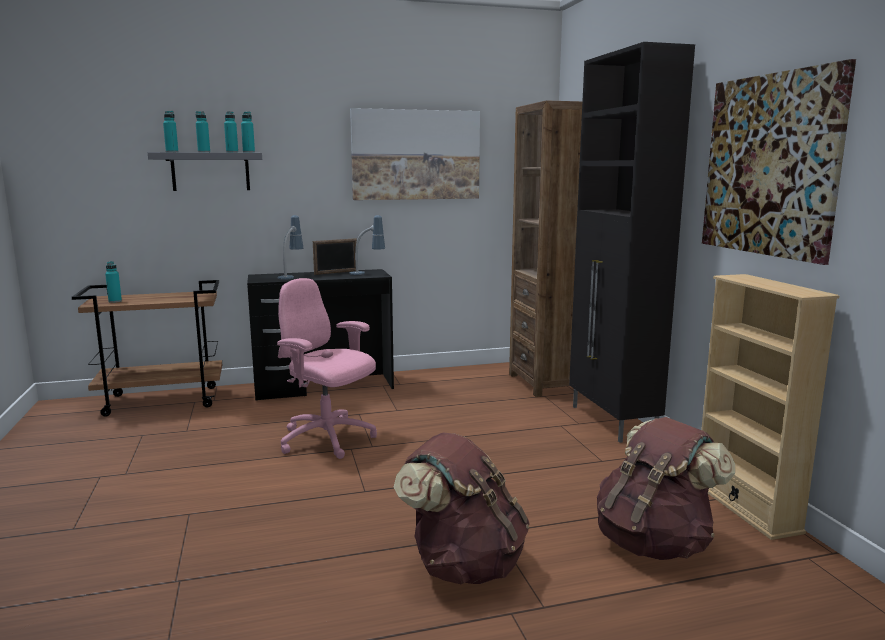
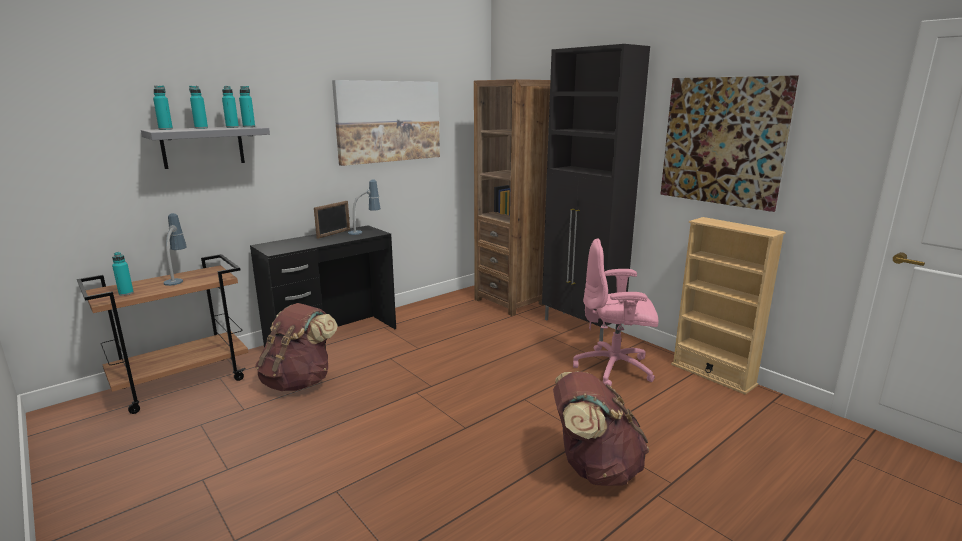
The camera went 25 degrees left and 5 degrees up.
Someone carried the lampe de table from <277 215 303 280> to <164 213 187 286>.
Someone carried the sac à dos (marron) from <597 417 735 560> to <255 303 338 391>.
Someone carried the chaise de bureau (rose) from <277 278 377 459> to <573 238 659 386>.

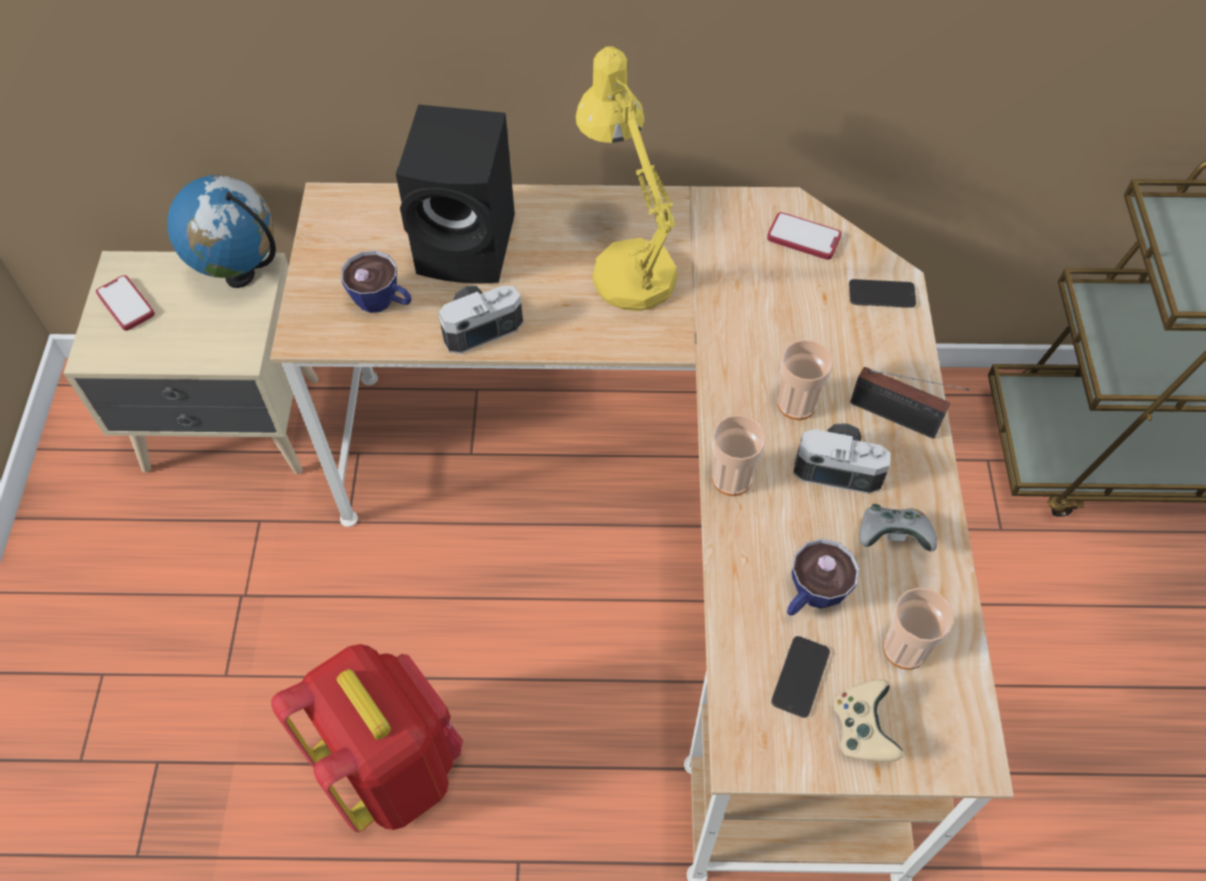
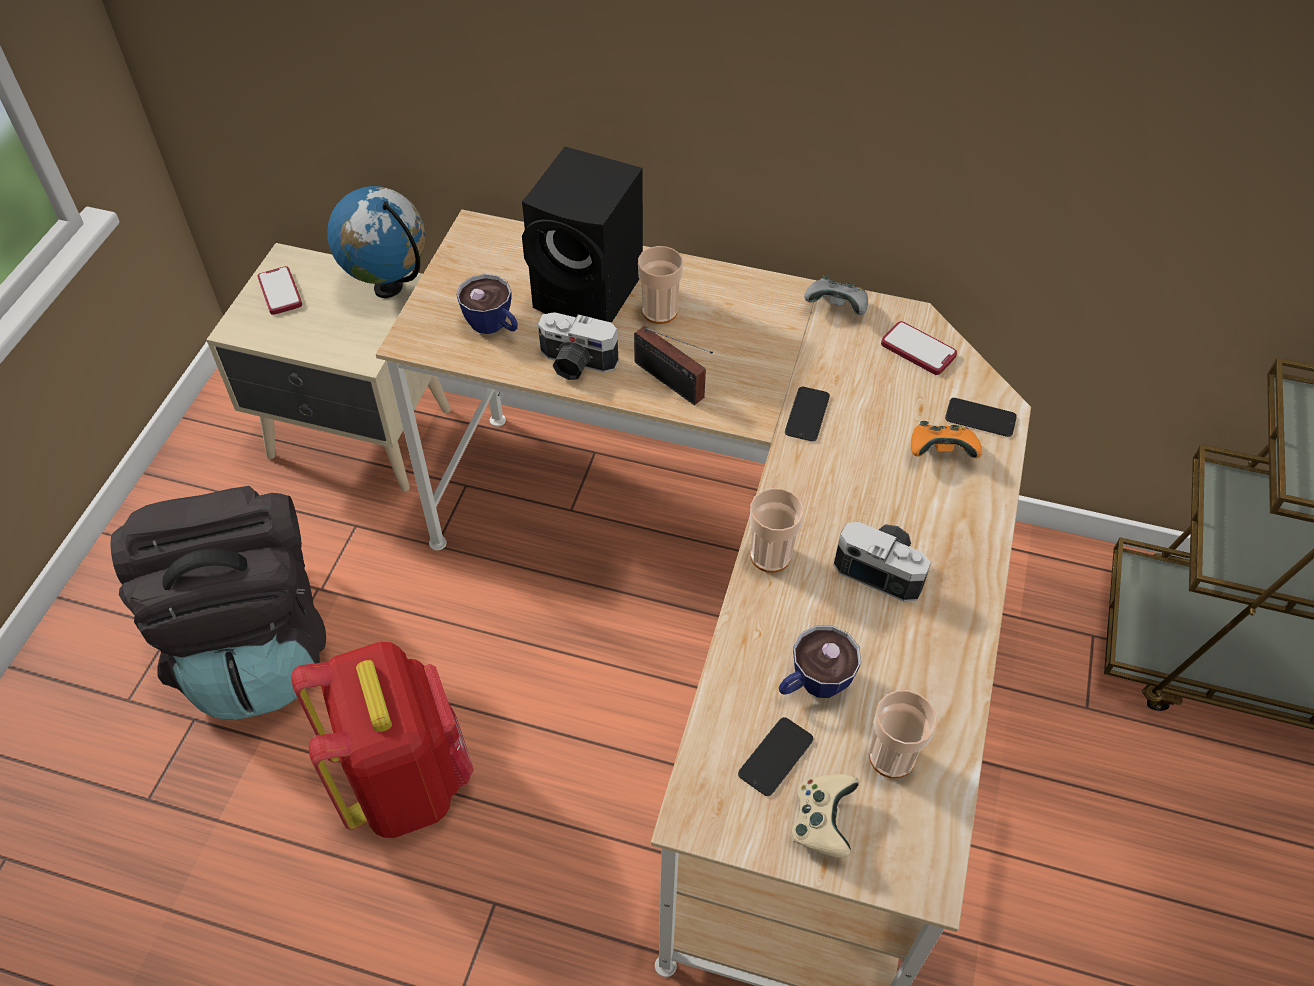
The camera went 15 degrees right and 5 degrees down.
Someone put down the sac à dos (noir) at <110 486 326 720>.
Someone rotated the appareil photo at <438 286 523 354> by 150 degrees counterclockwise.
Someone carried the radio from <850 367 969 439> to <634 326 713 405>.
Someone carried the tasse from <777 340 833 420> to <638 246 683 324>.
Someone put down the téléphone at <785 387 830 441>.
Someone carried the manette (gris) from <860 504 937 551> to <804 275 868 315>.
Someone put down the manette (orange) at <911 421 982 458>.
Someone took away the lampe de table (jaune) at <576 46 678 311>.

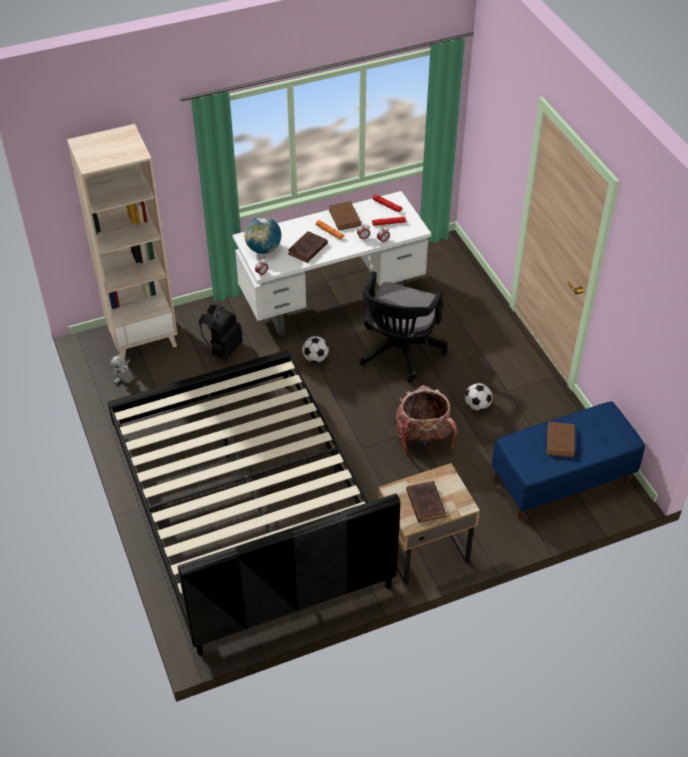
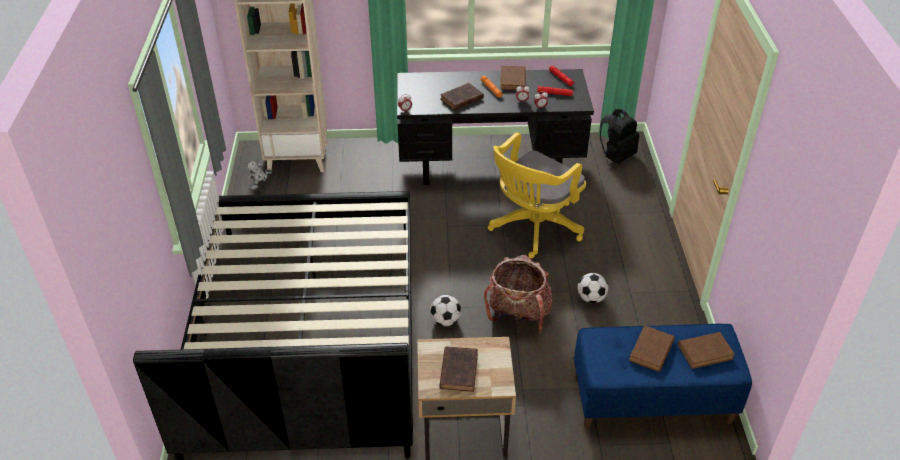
The camera went 20 degrees right and 5 degrees down.
Someone repainted the bureau (blanc) at <233 191 431 336>, which became the bureau (noir) at <397 69 594 185>.
Someone carried the ballon de foot from <302 336 329 363> to <430 295 461 326>.
Someone repainted the chaise de bureau (noir) at <360 271 448 383>, which became the chaise de bureau (jaune) at <488 132 586 258>.
Someone carried the sac à dos (noir) from <199 304 243 359> to <600 109 639 164>.
Someone put down the livre (marron) at <678 332 735 369>.
Someone took away the globe at <244 217 281 254>.

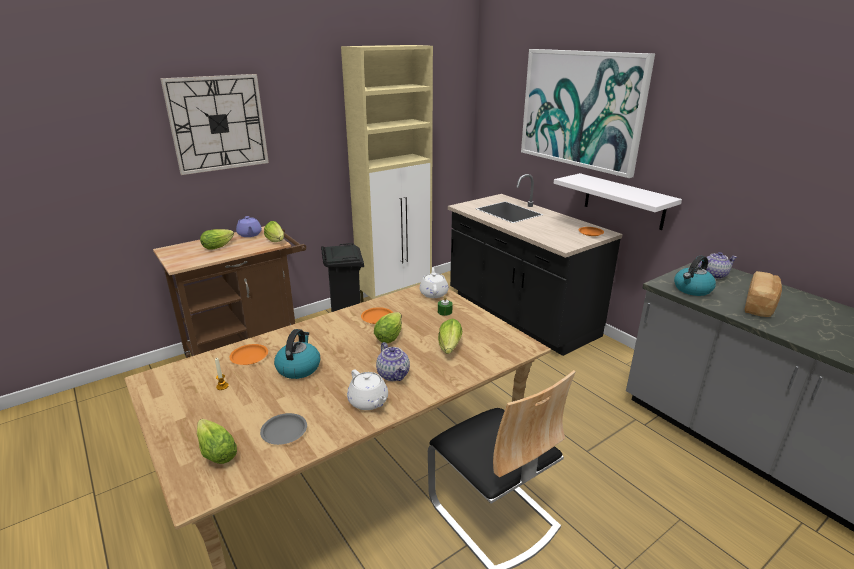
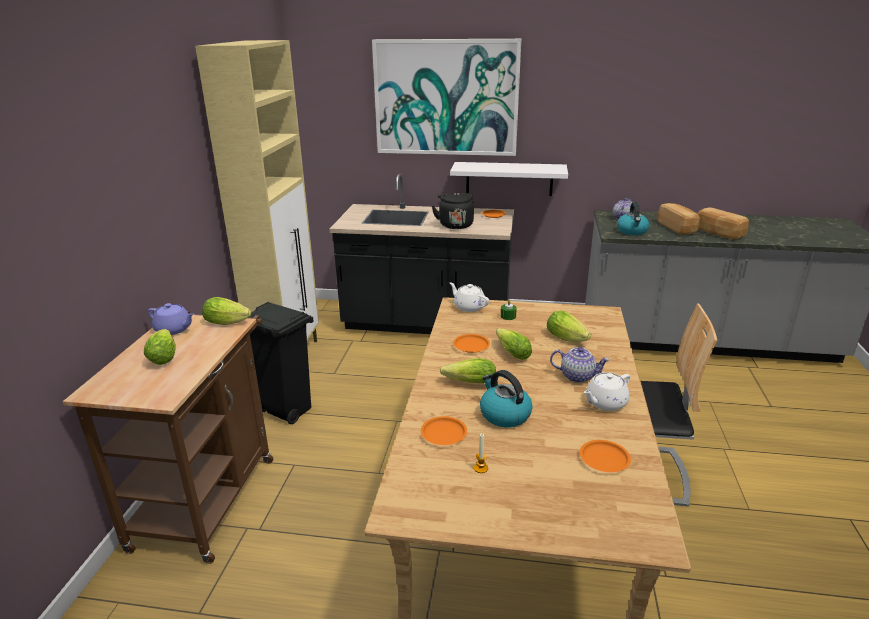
The camera went 45 degrees left and 0 degrees up.
Someone put down the bouilloire (noir) at <432 192 474 229>.
Someone carried the laitue from <197 419 237 464> to <440 358 496 383>.
Someone repainted the assiette (gris) at <260 413 307 445>, which became the assiette (orange) at <580 440 631 472>.
Someone rotated the théière (blanc) at <347 370 388 410> by 135 degrees clockwise.
Someone put down the pain at <697 207 749 239>.
Someone took away the horloge murale at <160 74 269 175>.

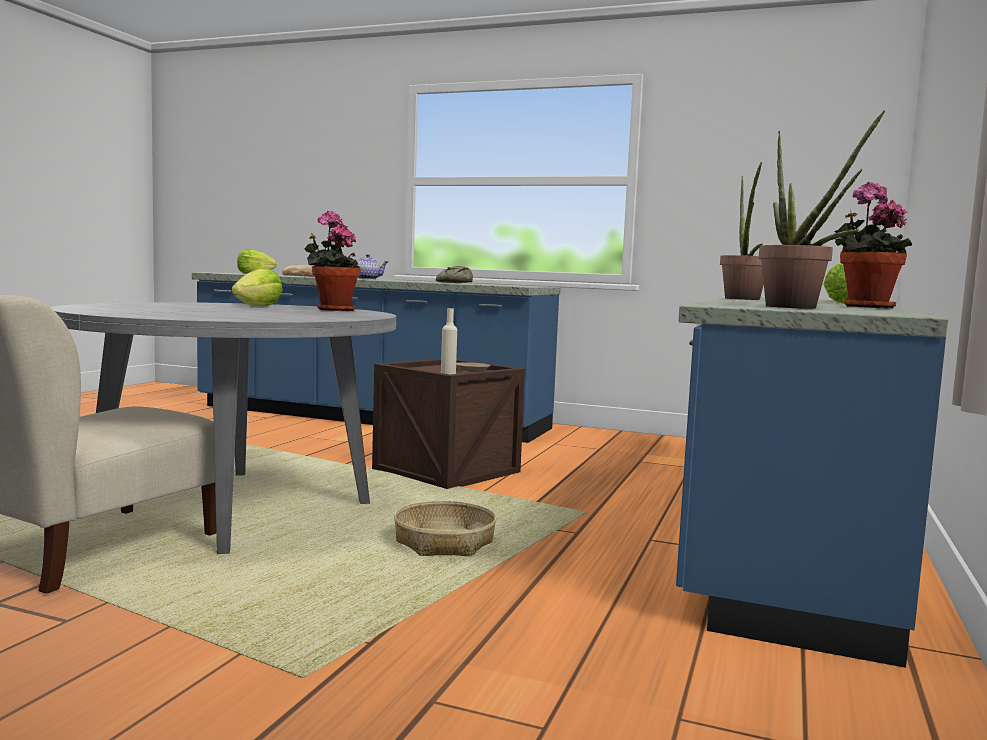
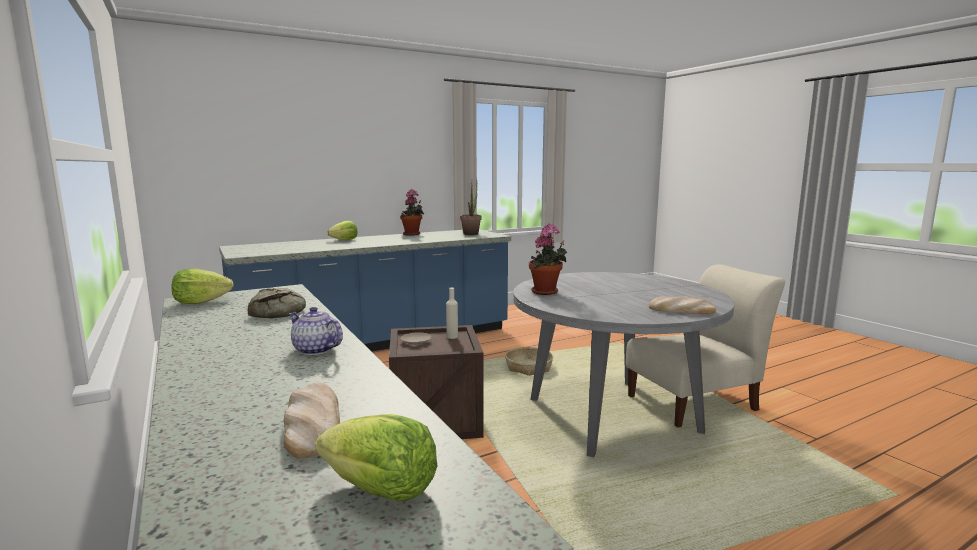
The camera went 140 degrees left and 5 degrees up.
Someone carried the laitue from <232 268 283 306> to <172 268 234 304>.
Someone put down the pain at <649 296 716 314>.
Someone took away the plante en pot at <720 162 764 300>.

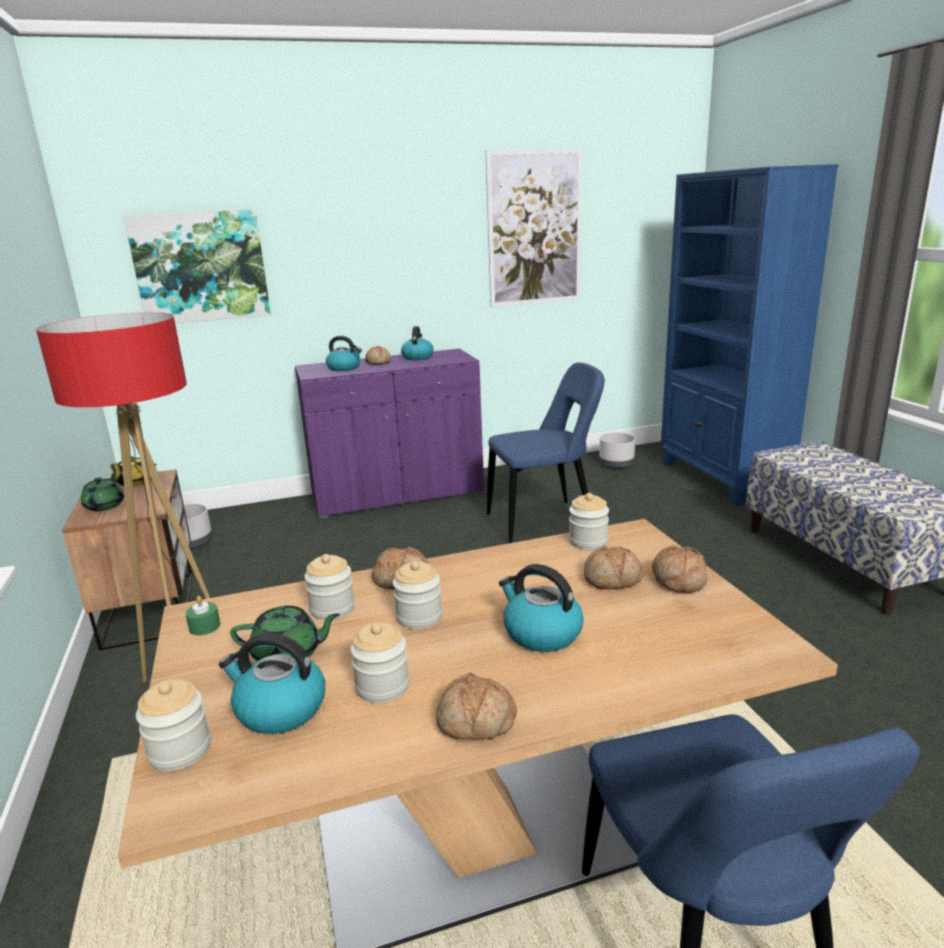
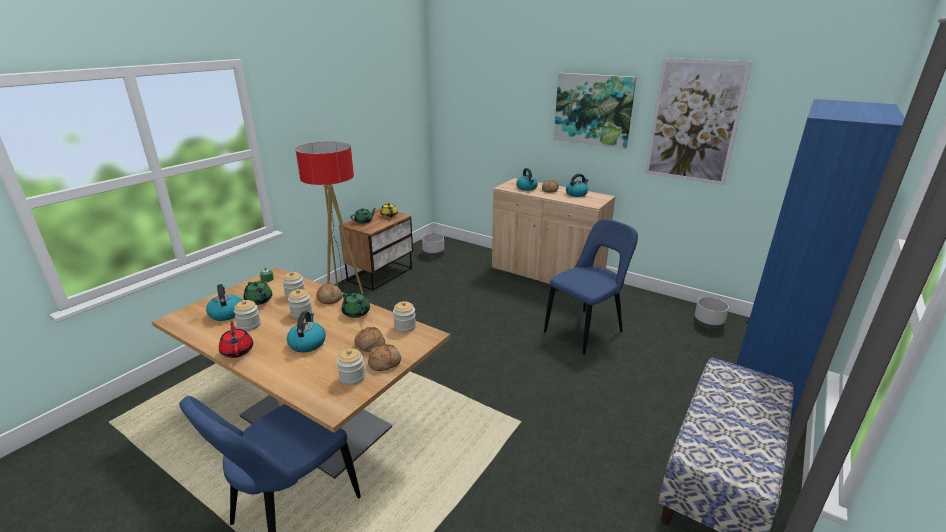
The camera went 50 degrees right and 5 degrees up.
Someone swapped the pain at <435 673 517 740> for the théière (rouge) at <219 322 253 358>.
Someone carried the bocal from <136 679 211 771> to <337 348 365 385>.
Someone put down the théière (vert) at <341 293 370 318>.
Someone repainted the meuble de rangement (violet) at <295 349 484 518>, which became the meuble de rangement (beige) at <492 178 616 284>.
Someone rotated the chaise (bleu) at <487 362 605 543> by 75 degrees counterclockwise.
Someone carried the tableau from <123 209 271 323> to <554 73 637 149>.

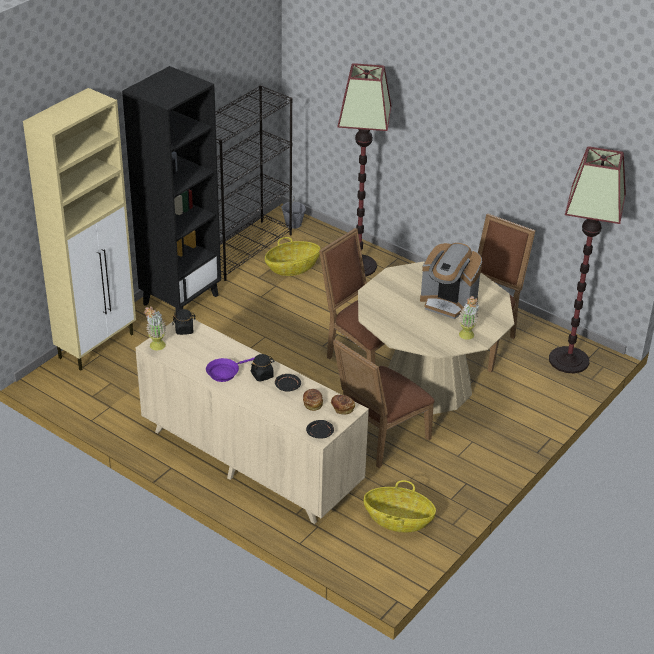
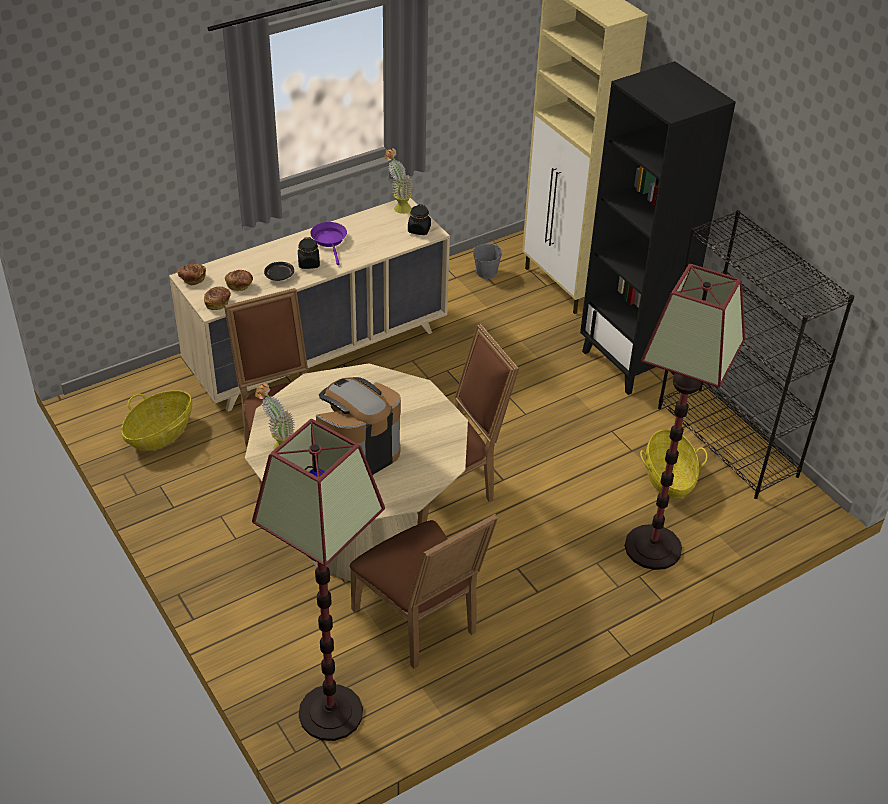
The camera went 110 degrees right and 5 degrees up.
Someone swapped the assiette (noir) at <306 420 334 439> for the pain at <178 264 206 285>.
Someone carried the seau (gris) from <281 196 306 229> to <473 238 503 279>.

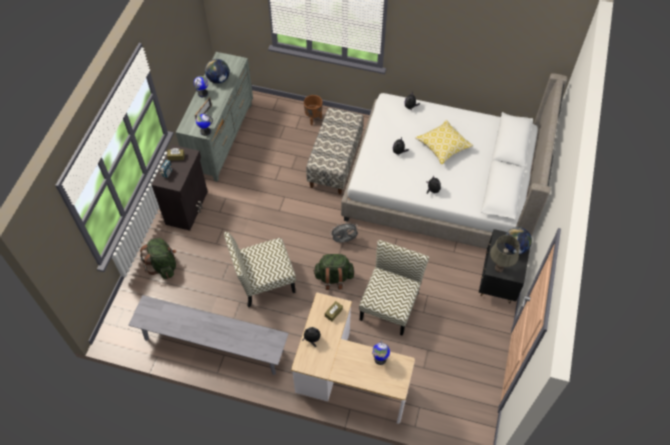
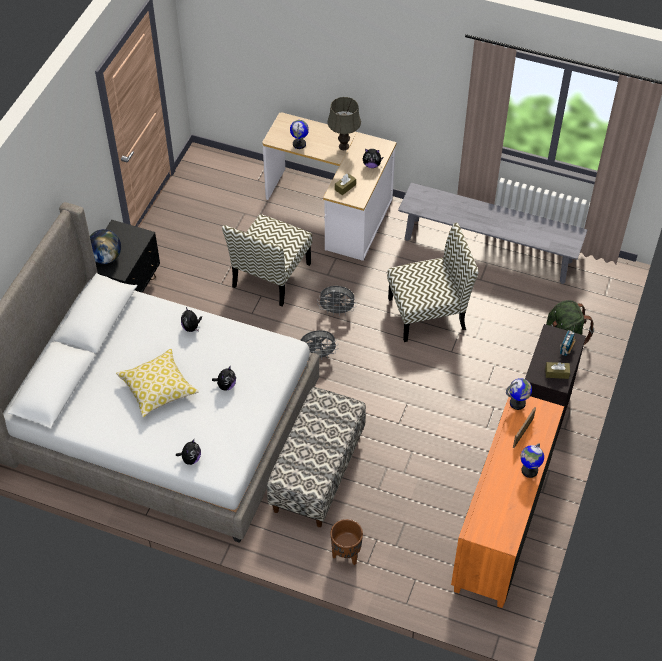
The camera went 175 degrees left and 5 degrees down.
Someone swapped the sac à dos (vert) at <313 254 355 290> for the ventilateur (gris) at <317 286 356 316>.
Someone carried the lampe de table (gris) from <490 235 520 272> to <327 97 361 150>.
Someone repainted the commode (gris) at <176 52 253 182>, which became the commode (orange) at <451 394 564 608>.
Someone took away the globe at <205 59 229 84>.

